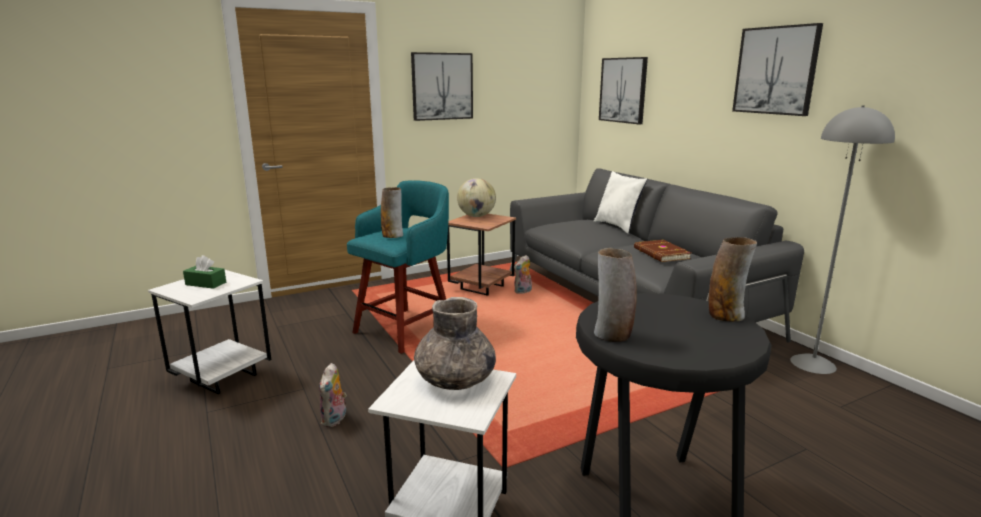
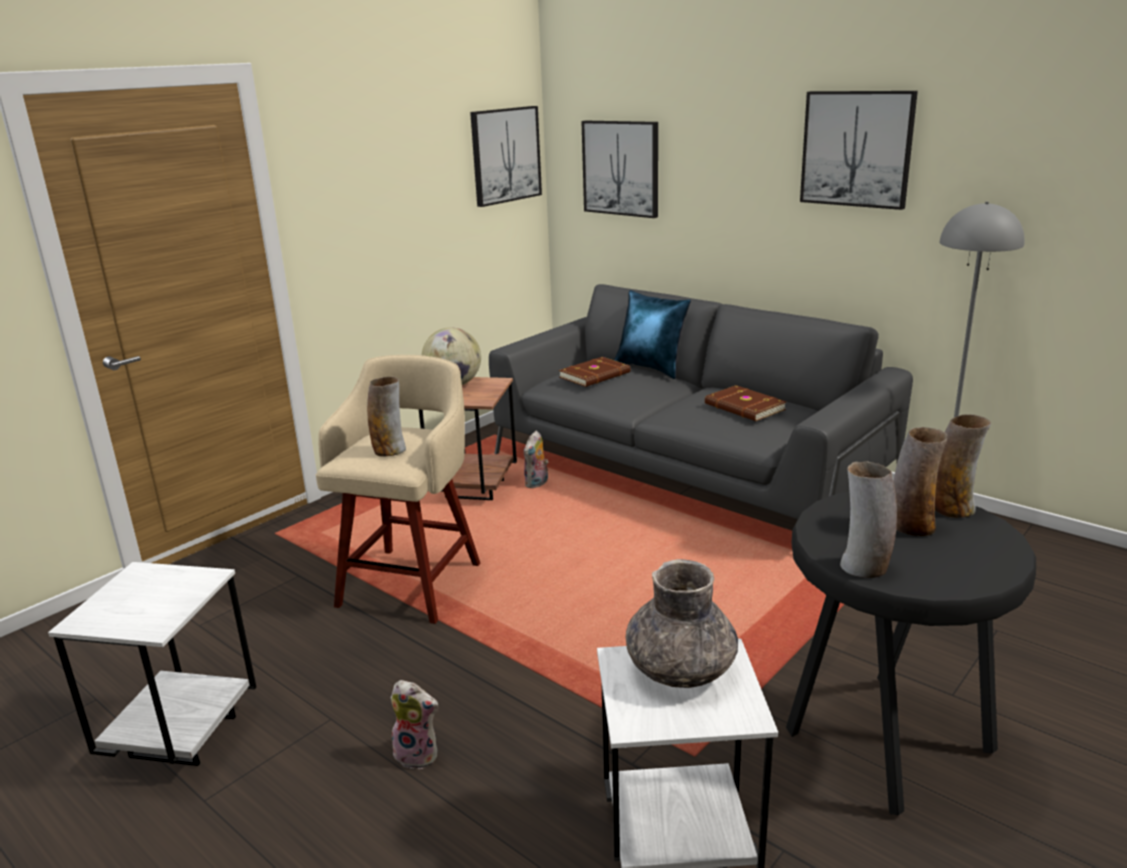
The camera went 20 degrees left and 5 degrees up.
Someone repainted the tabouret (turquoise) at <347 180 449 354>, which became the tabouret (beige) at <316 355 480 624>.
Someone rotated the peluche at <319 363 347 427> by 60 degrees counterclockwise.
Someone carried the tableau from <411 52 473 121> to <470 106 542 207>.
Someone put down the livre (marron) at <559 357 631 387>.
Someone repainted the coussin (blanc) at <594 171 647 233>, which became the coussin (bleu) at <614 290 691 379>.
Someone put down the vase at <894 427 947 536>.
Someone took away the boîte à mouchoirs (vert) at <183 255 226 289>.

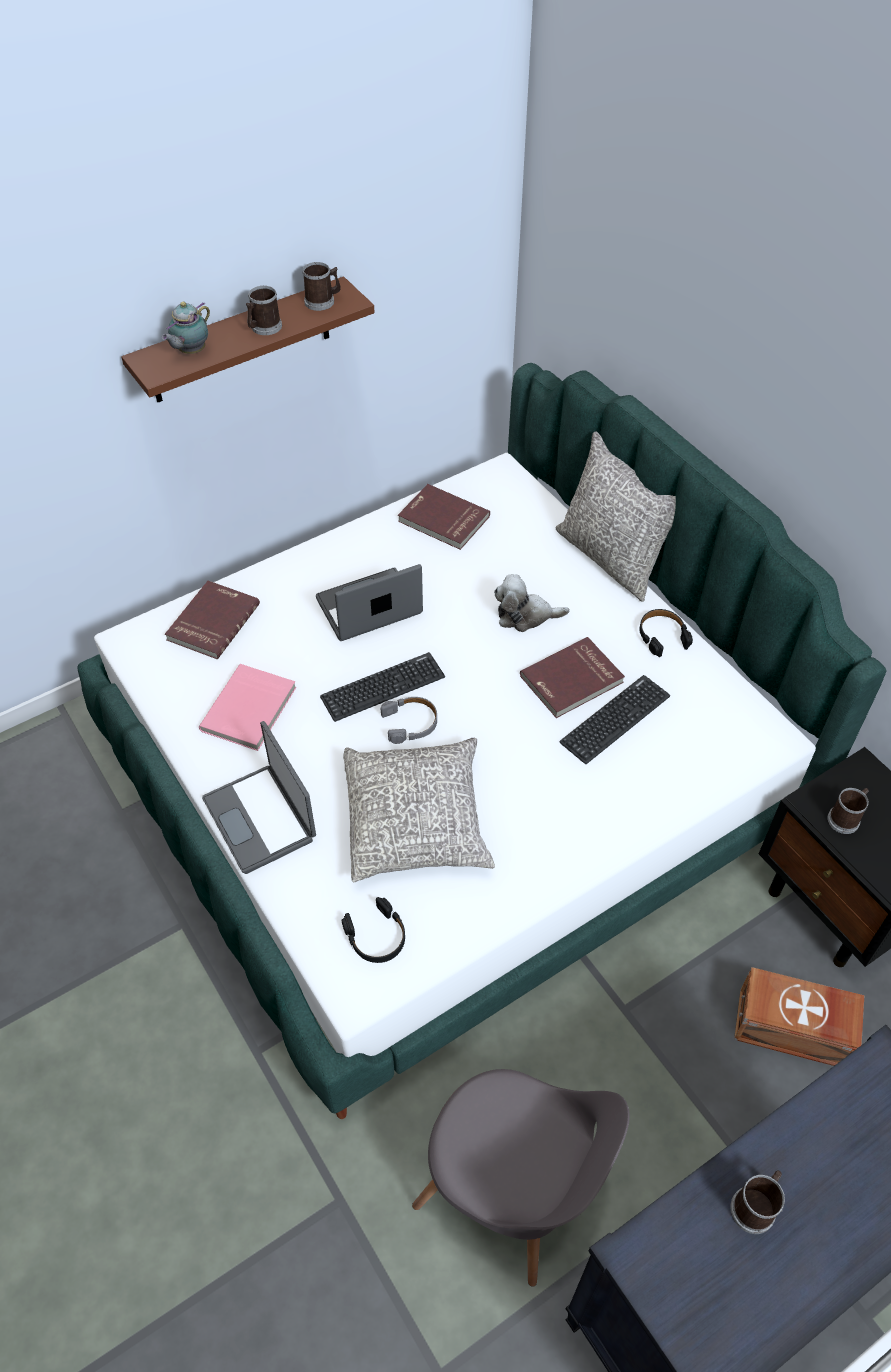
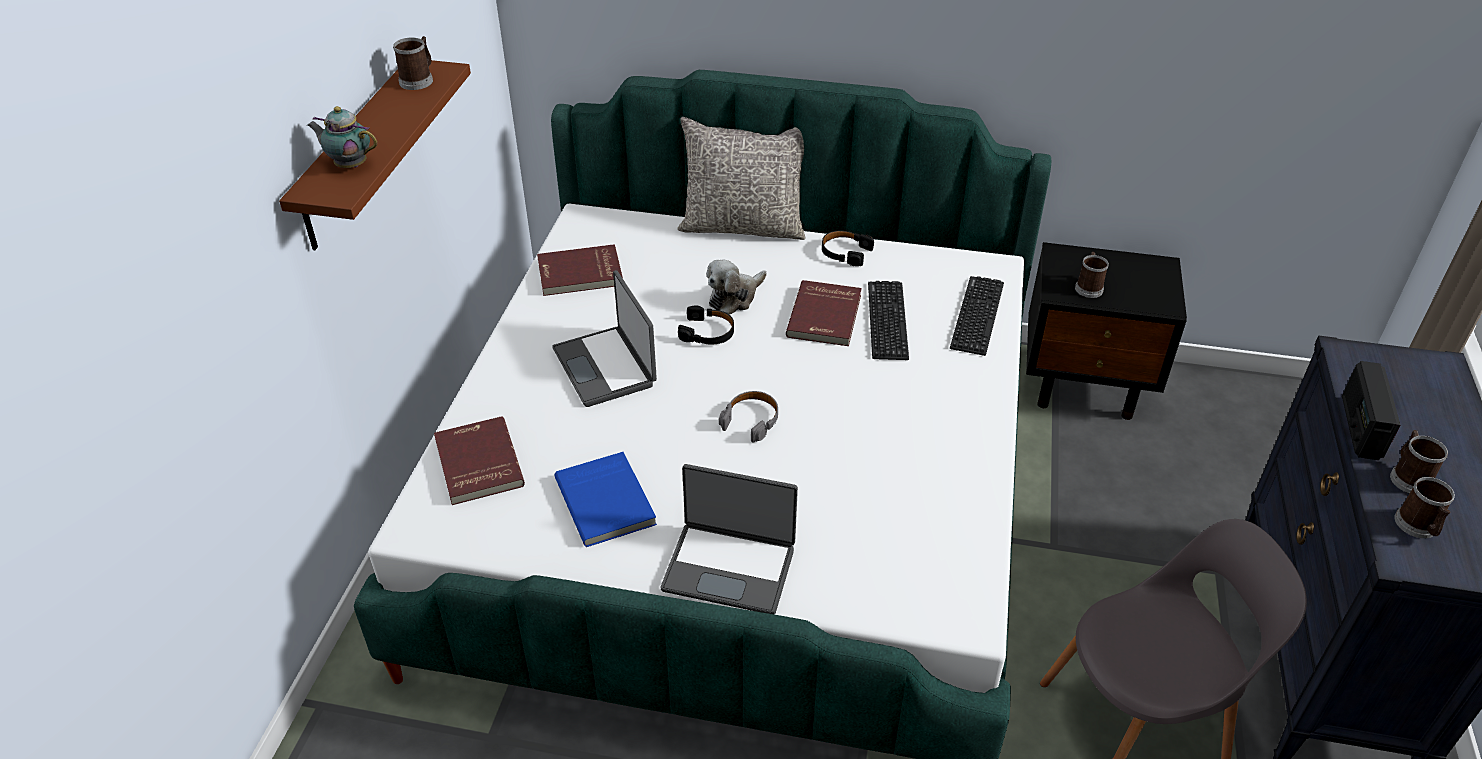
The camera went 45 degrees left and 10 degrees down.
Someone rotated the théière at <161 302 210 354> by 120 degrees clockwise.
Someone rotated the ordinateur portable at <316 564 423 641> by 45 degrees counterclockwise.
Someone repainted the livre (rose) at <199 664 296 751>, which became the livre (bleu) at <555 452 657 547>.
Someone carried the casque audio (noir) from <342 897 405 963> to <678 306 734 344>.
Someone carried the clavier from <320 652 445 722> to <950 276 1004 356>.
Someone put down the radio at <1342 361 1400 460>.
Someone carried the mug from <246 286 282 335> to <1394 477 1455 538>.
Someone took away the coussin (gris) at <343 738 495 882>.
Someone took away the boîte de rangement (marron) at <734 967 865 1066>.

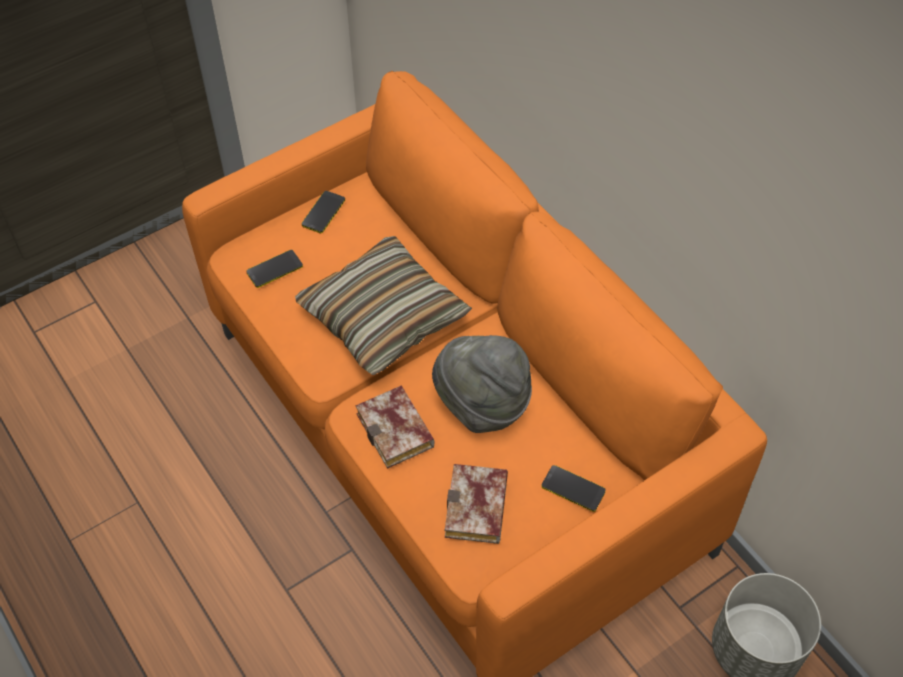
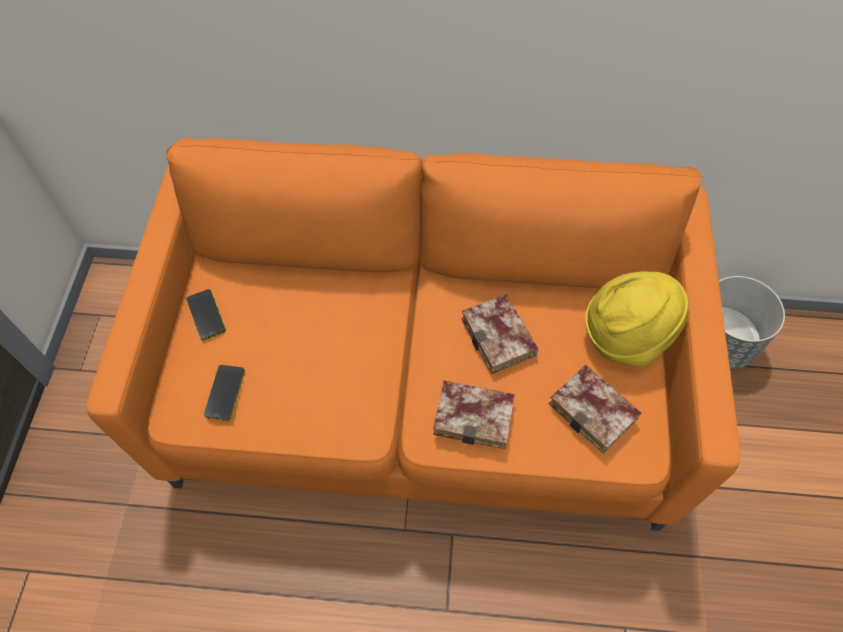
The camera went 50 degrees left and 5 degrees up.
Someone swapped the chapeau (gris) at <432 335 532 433> for the livre at <461 294 538 374>.
Someone swapped the téléphone at <541 465 606 512> for the chapeau (jaune) at <585 271 689 367>.
Someone took away the coussin at <295 236 472 375>.

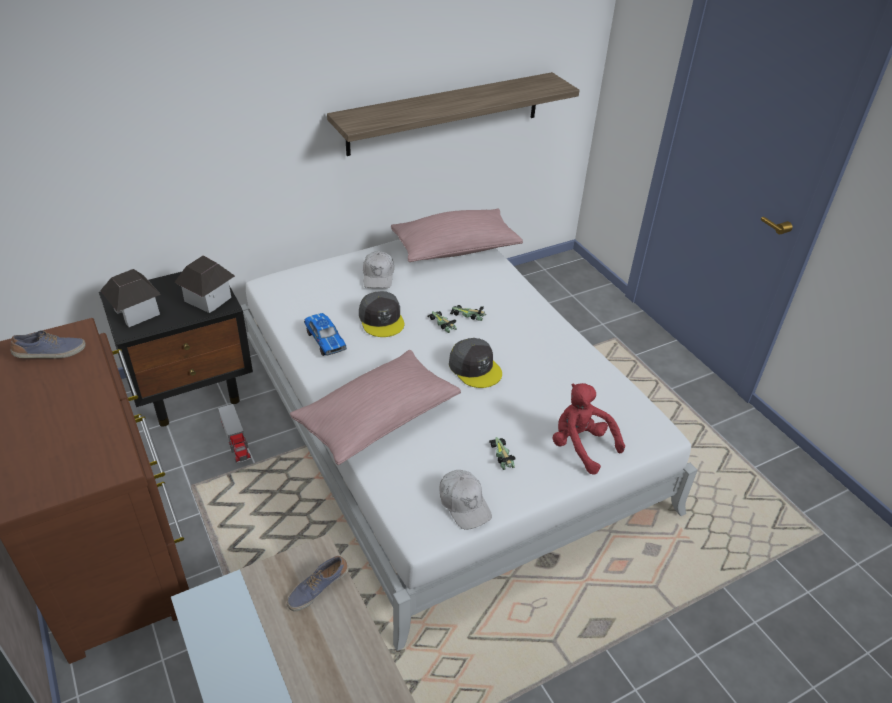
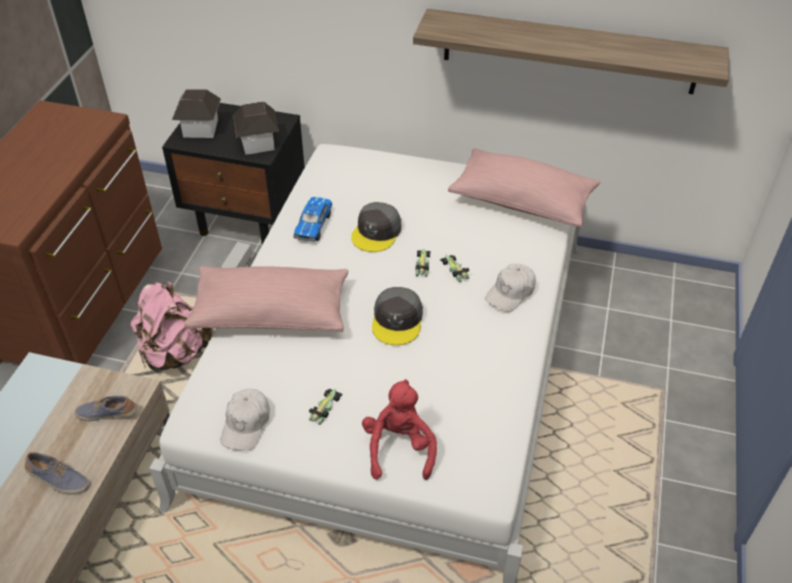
The camera went 45 degrees right and 5 degrees up.
Someone carried the chaussure from <10 330 85 359> to <25 452 90 495>.
Someone put down the sac à dos (rose) at <131 282 212 372>.
Someone carried the casquette (blanc) from <363 251 394 288> to <485 264 536 312>.

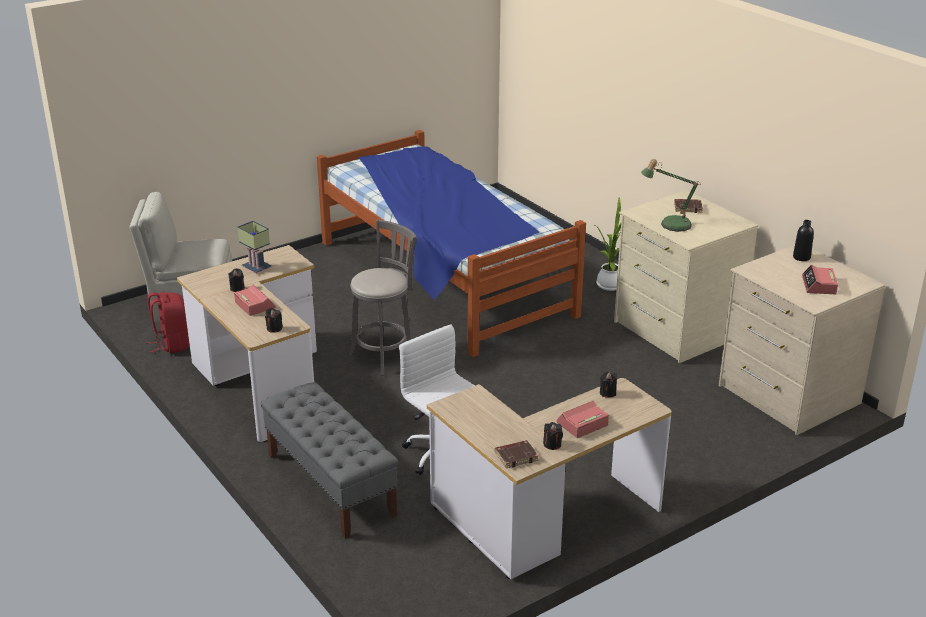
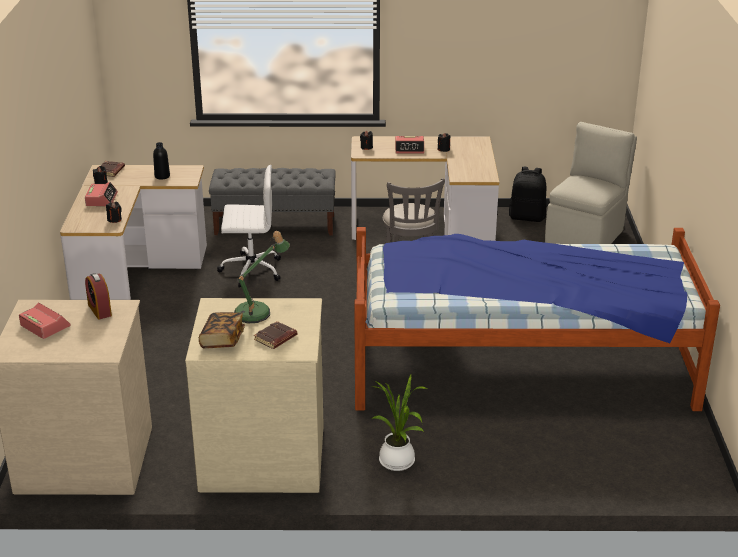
The camera went 125 degrees right and 0 degrees up.
Someone put down the réveil at <85 273 112 320>.
Someone carried the bouteille (noir) from <793 220 814 261> to <153 142 170 179>.
Someone put down the livre at <199 312 245 349>.
Someone repainted the sac à dos (rouge) at <147 292 190 354>, which became the sac à dos (noir) at <509 167 546 222>.
Someone took away the lampe de table at <238 221 271 274>.

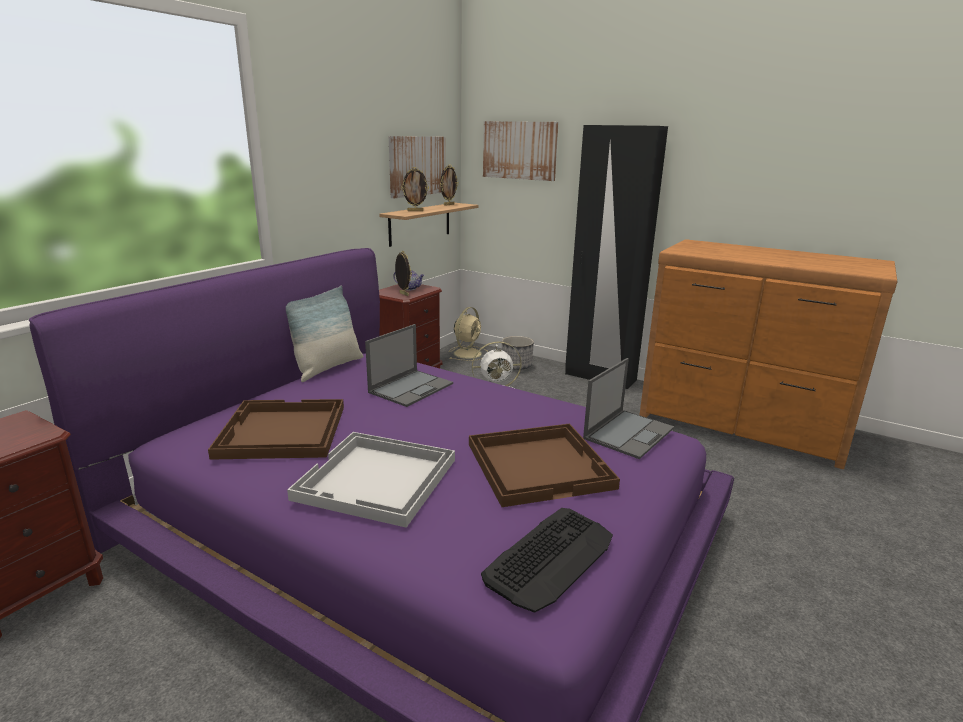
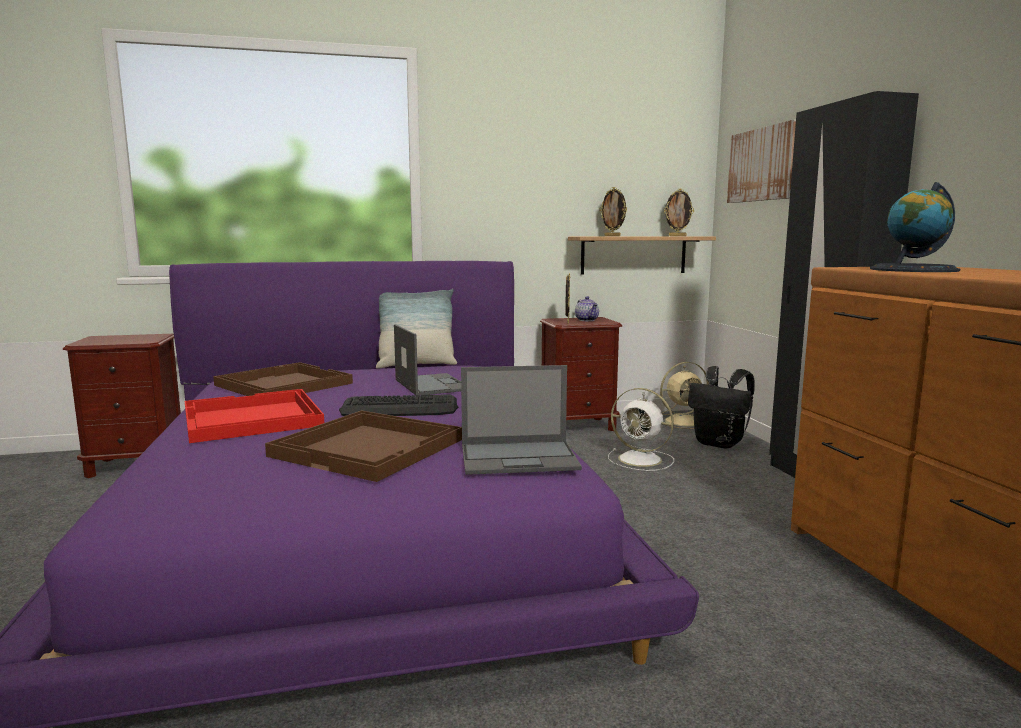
The camera went 45 degrees right and 10 degrees down.
Someone repainted the plateau (blanc) at <287 432 455 528>, which became the plateau (rouge) at <185 389 324 443>.
Someone carried the clavier from <481 508 613 613> to <339 395 458 416>.
Someone rotated the ordinateur portable at <365 324 453 407> by 105 degrees counterclockwise.
Someone swapped the cache-pot at <502 336 534 370> for the sac à dos (noir) at <688 366 755 448>.
Someone put down the globe at <870 182 960 272>.
Someone took away the tableau at <389 136 445 199>.

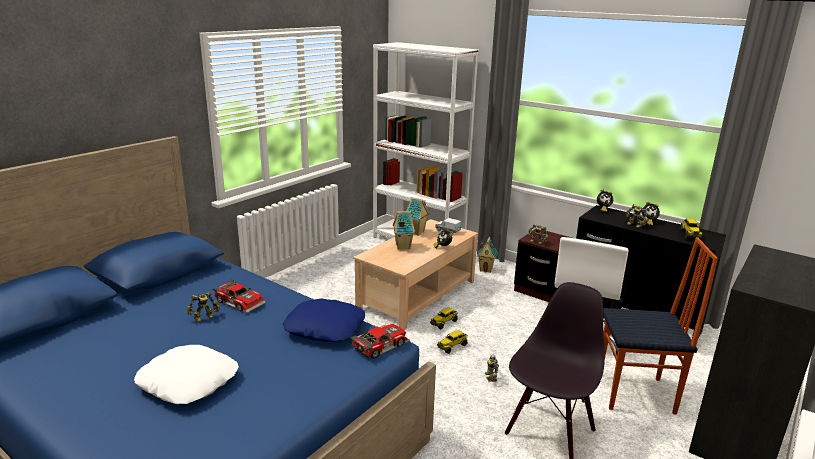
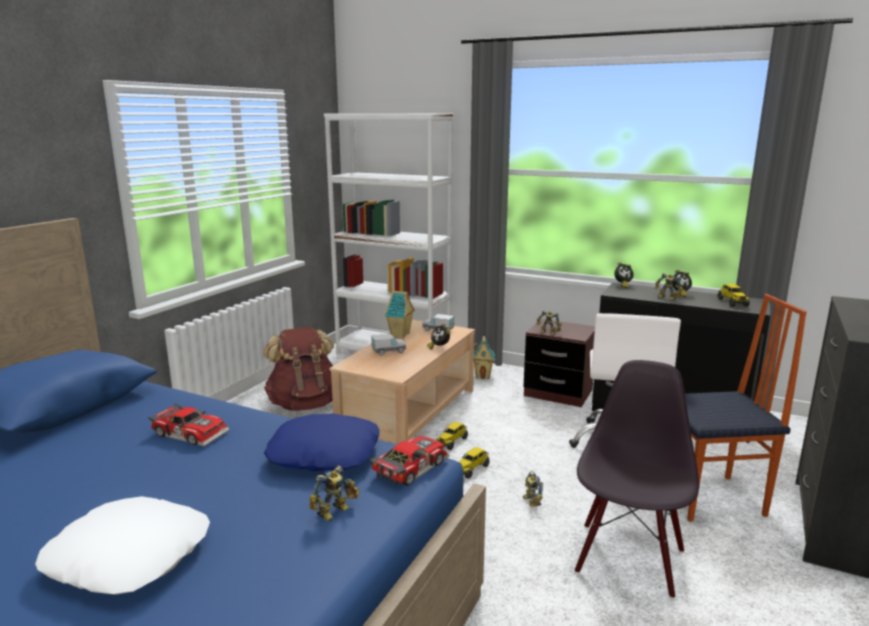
The camera went 10 degrees left and 5 degrees down.
Someone put down the sac à dos (marron) at <263 327 334 411>.
Someone carried the robot jouet from <187 292 220 323> to <309 466 359 522>.
Someone swapped the maison miniature at <393 211 415 250> for the camion jouet at <371 334 406 356>.

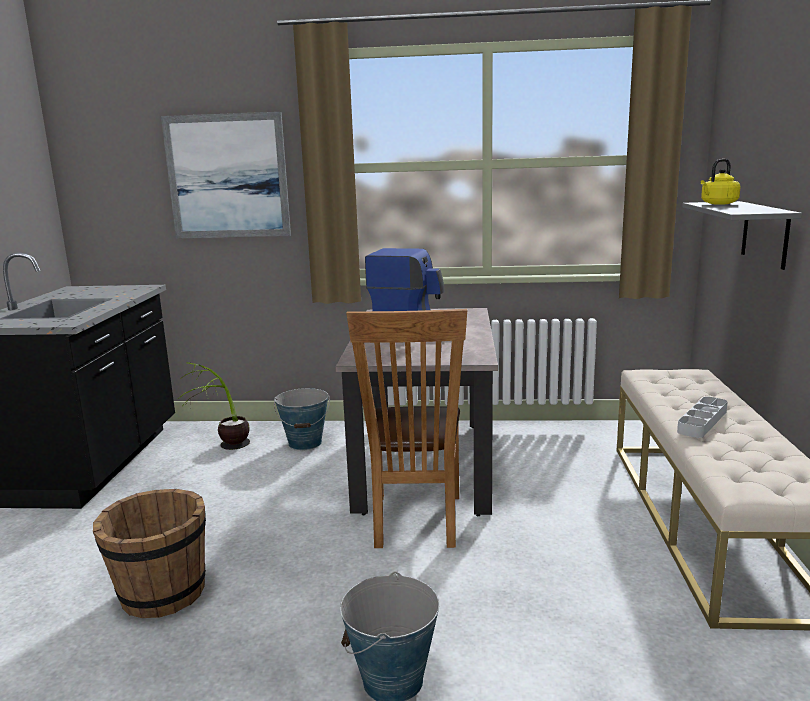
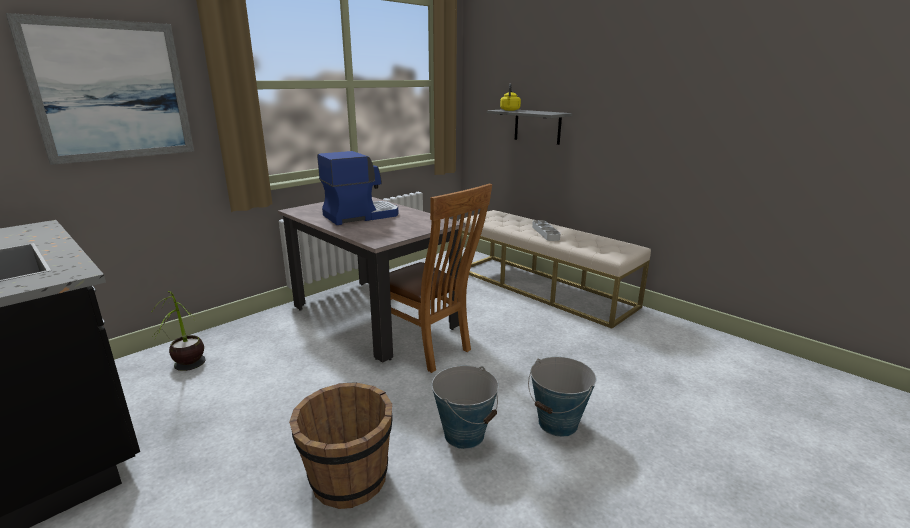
The camera went 50 degrees left and 5 degrees up.
Someone carried the seau from <274 388 330 450> to <432 366 499 449>.

